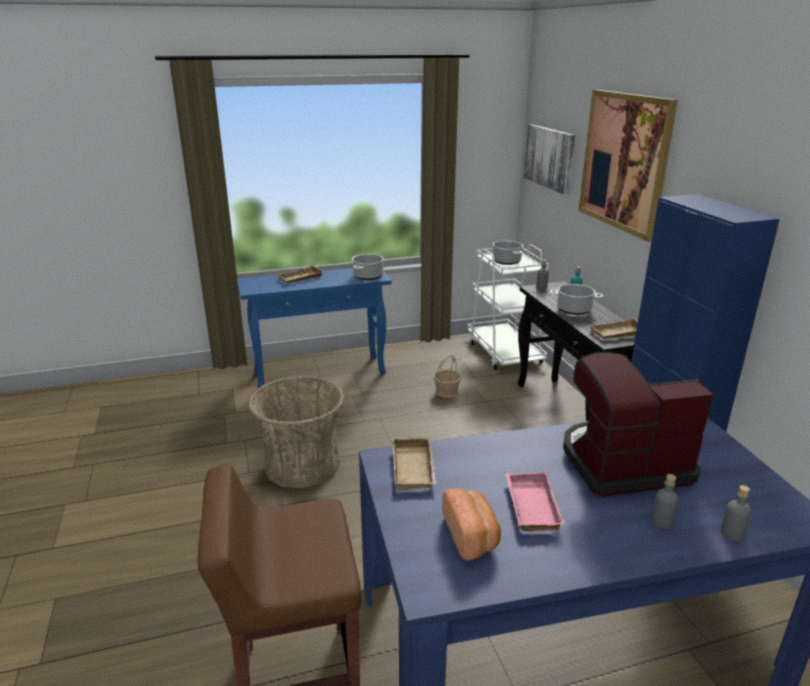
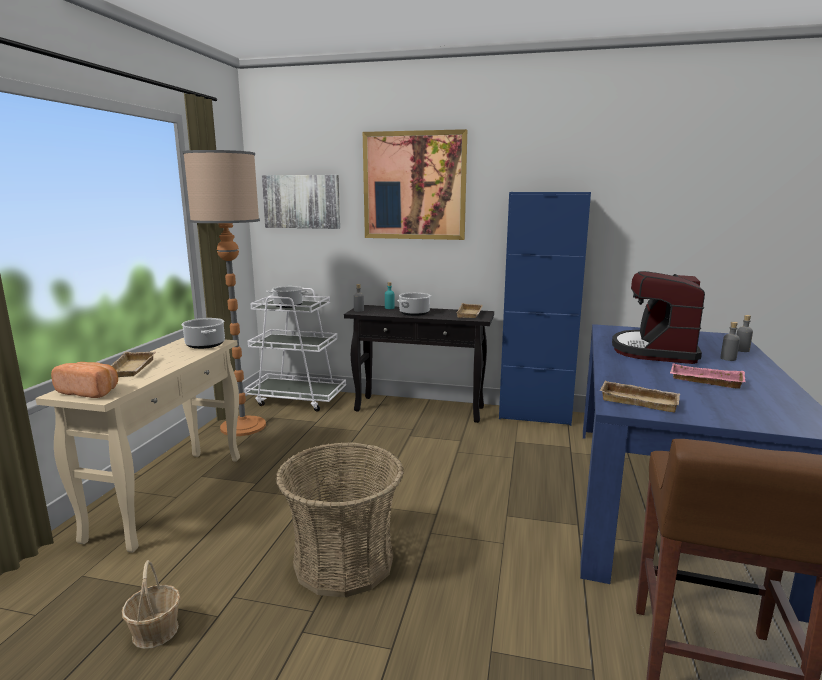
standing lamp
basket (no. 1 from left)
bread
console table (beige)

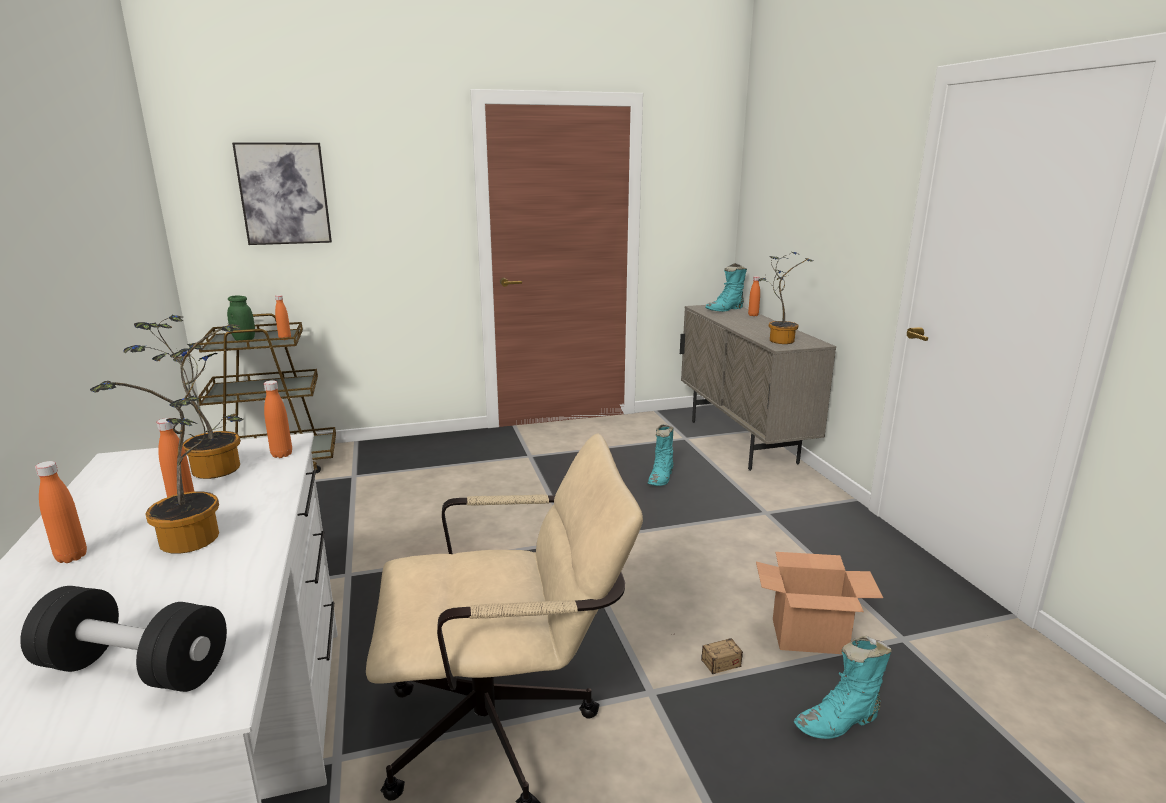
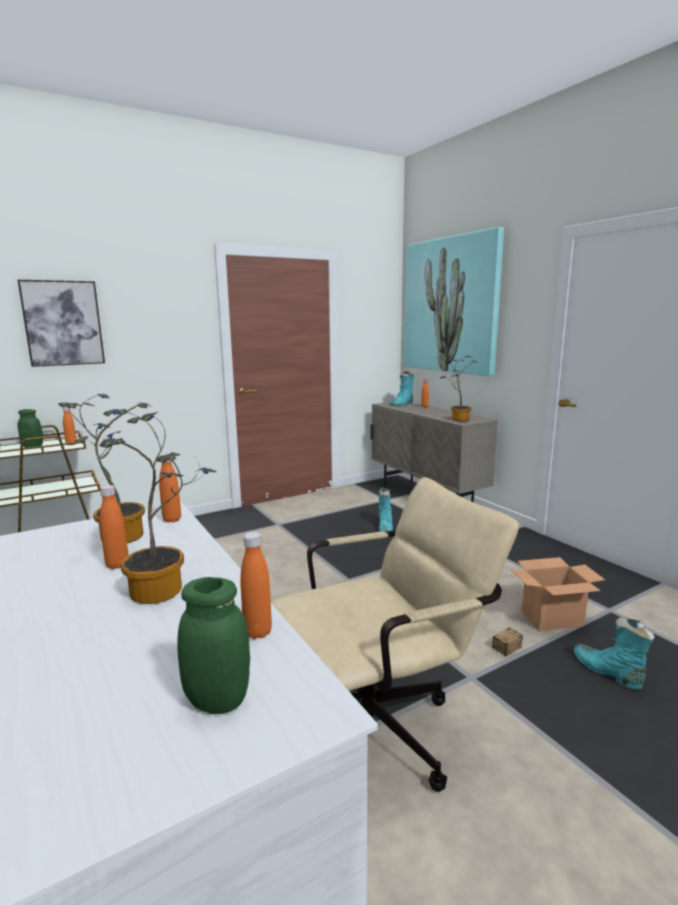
wall picture (no. 2 from left)
bottle (orange-coloured) (no. 4 from left)
preserve jar (green) (no. 2 from left)
boot (turquoise-coloured) (no. 3 from left)

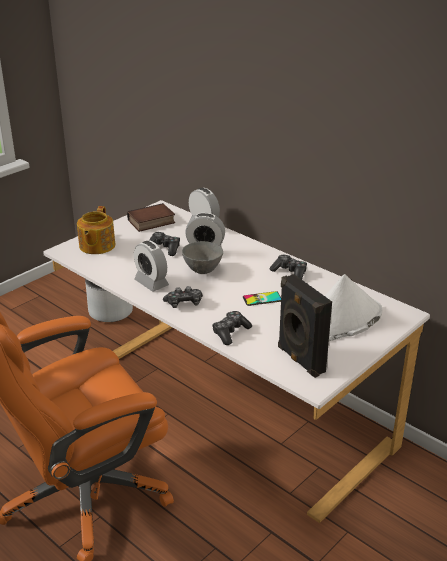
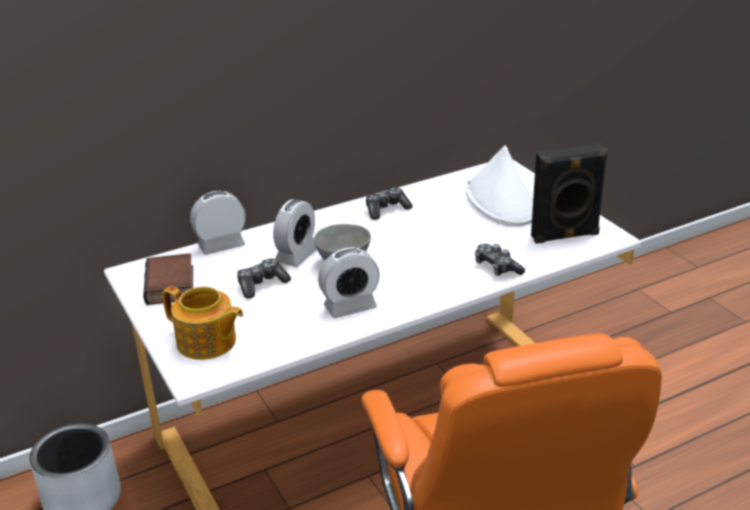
joypad (no. 2 from left in the first image)
handset

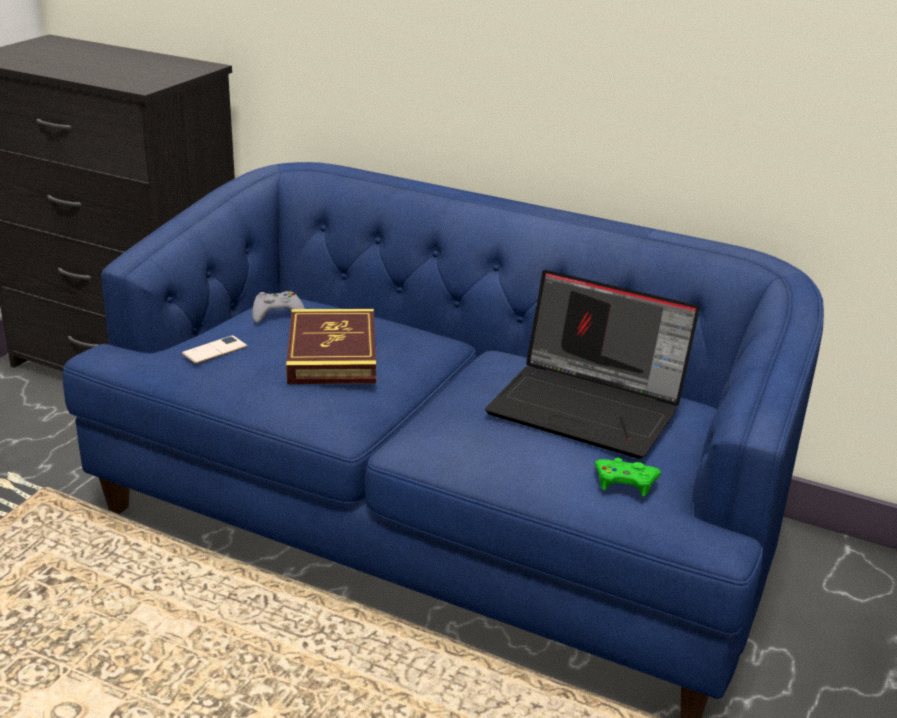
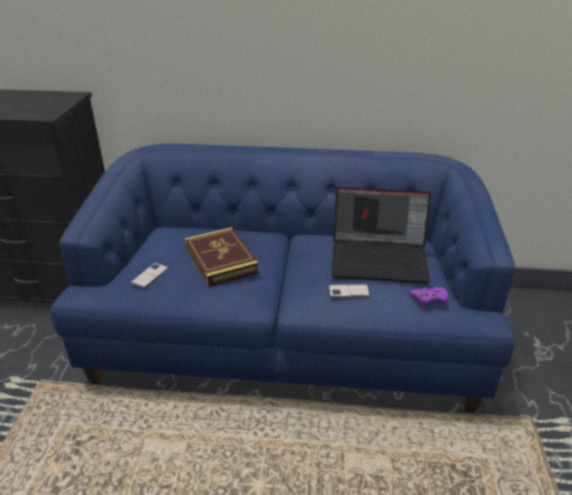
joypad (grey)
handset (no. 2 from left)
joypad (purple-coloured)

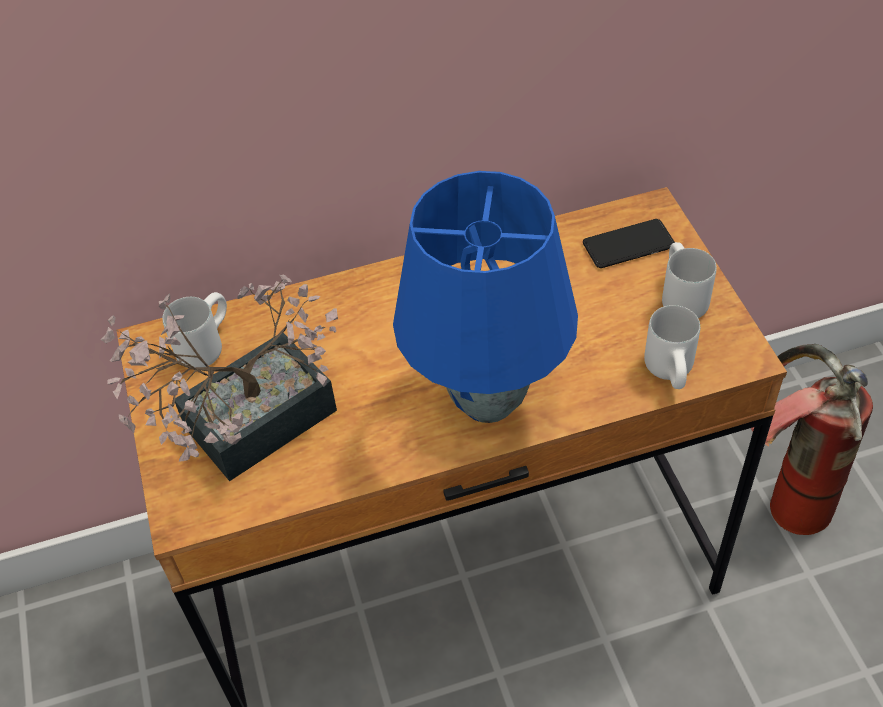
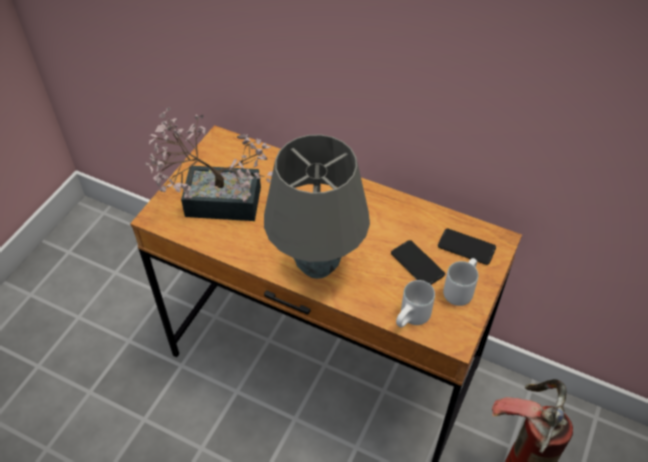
coffee mug (white) (no. 1 from left in the first image)
handset (no. 1 from left)
table lamp (grey)

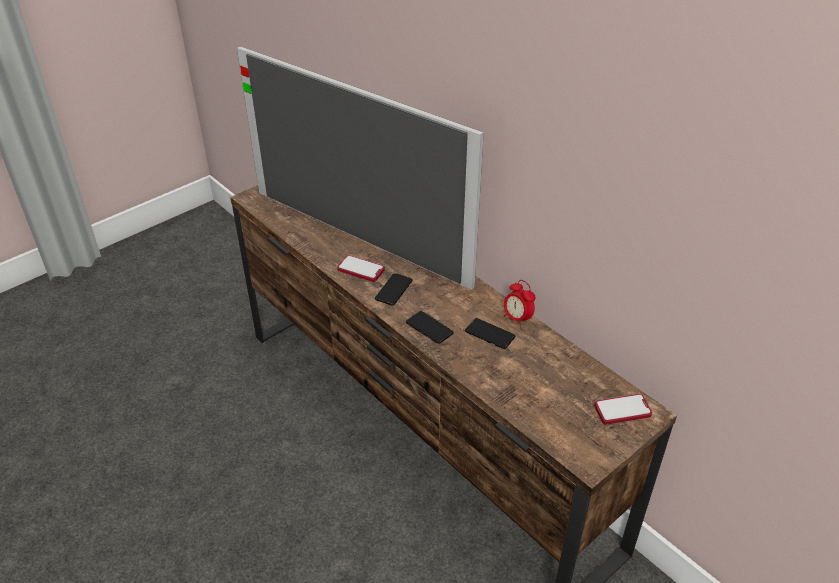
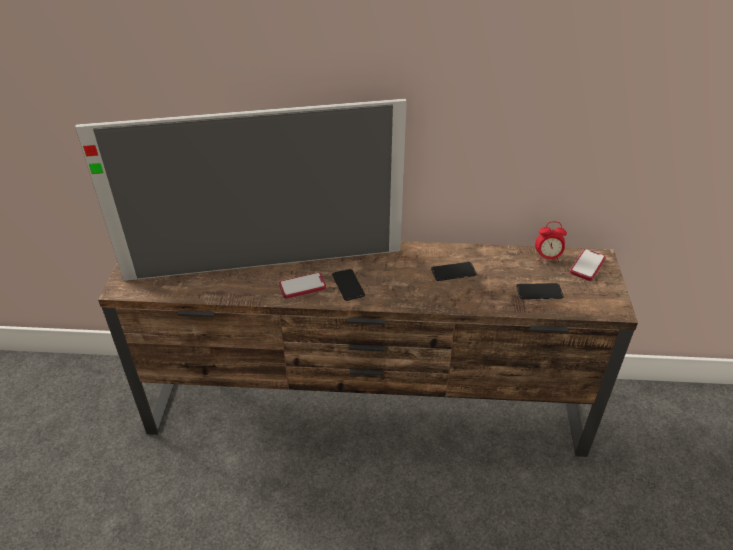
handset (no. 4 from left)
table clock

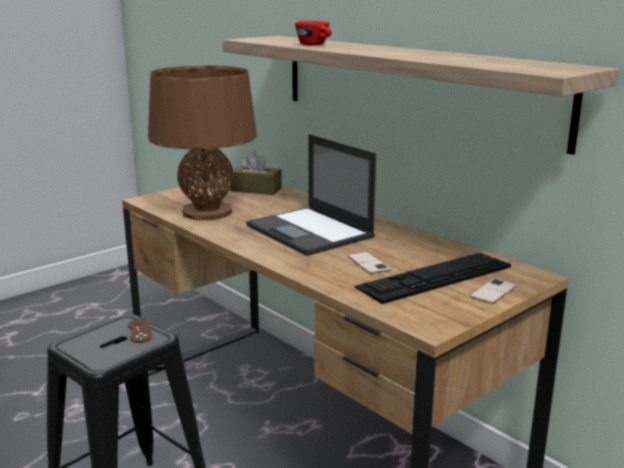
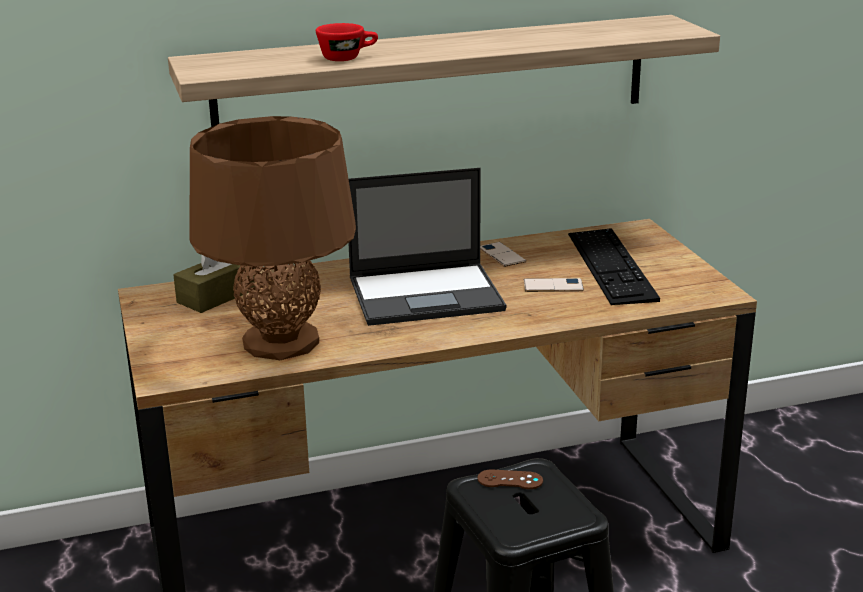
handset (no. 1 from left)

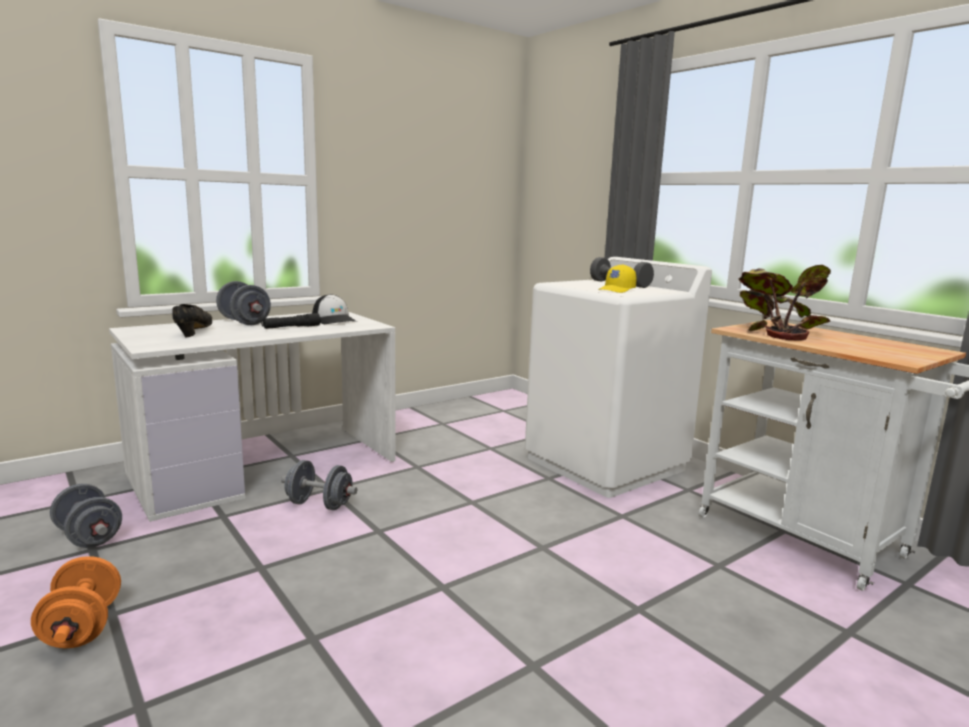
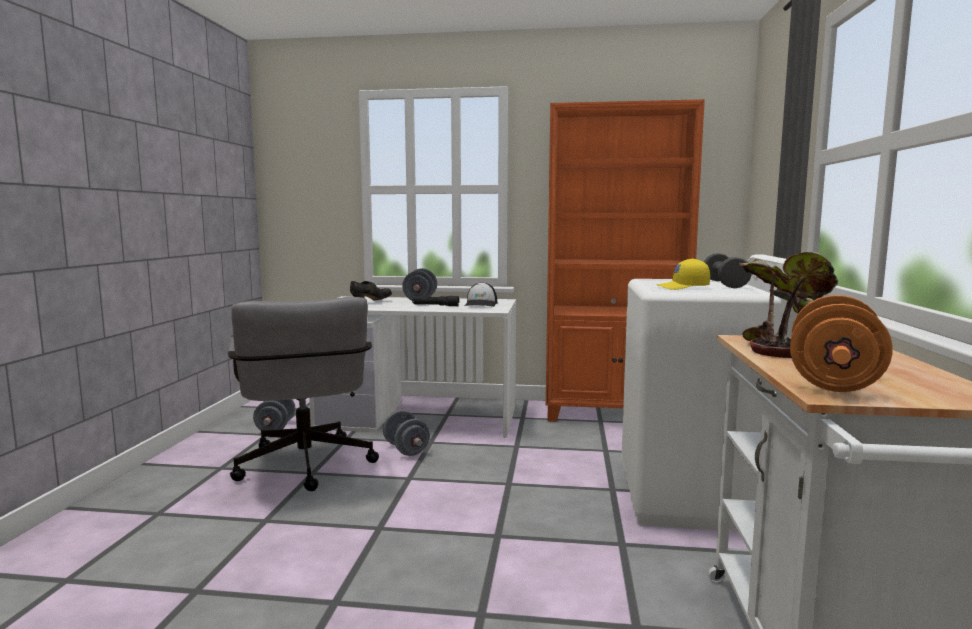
desk chair (grey)
bookshelf (orange-coloured)
hand weight (orange-coloured)

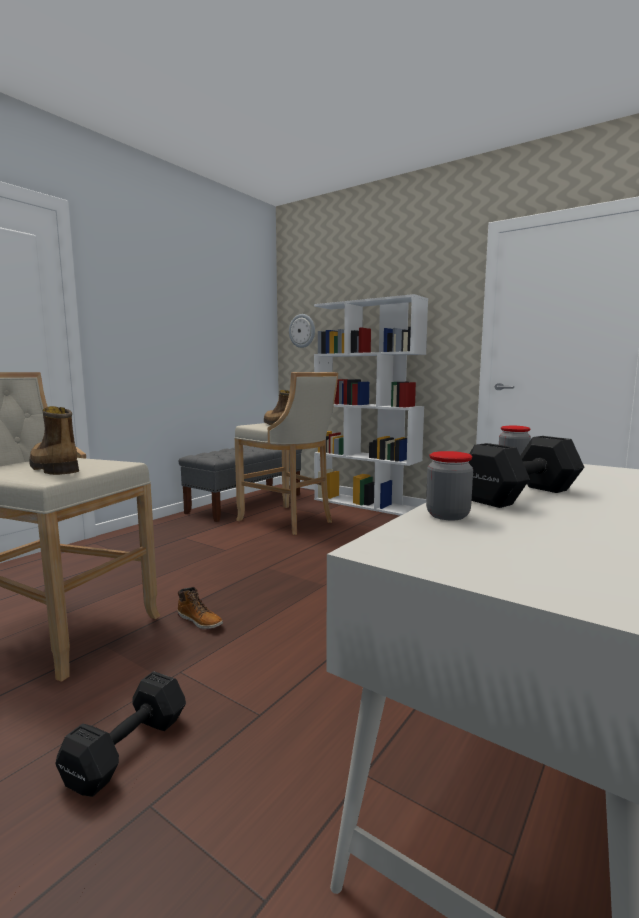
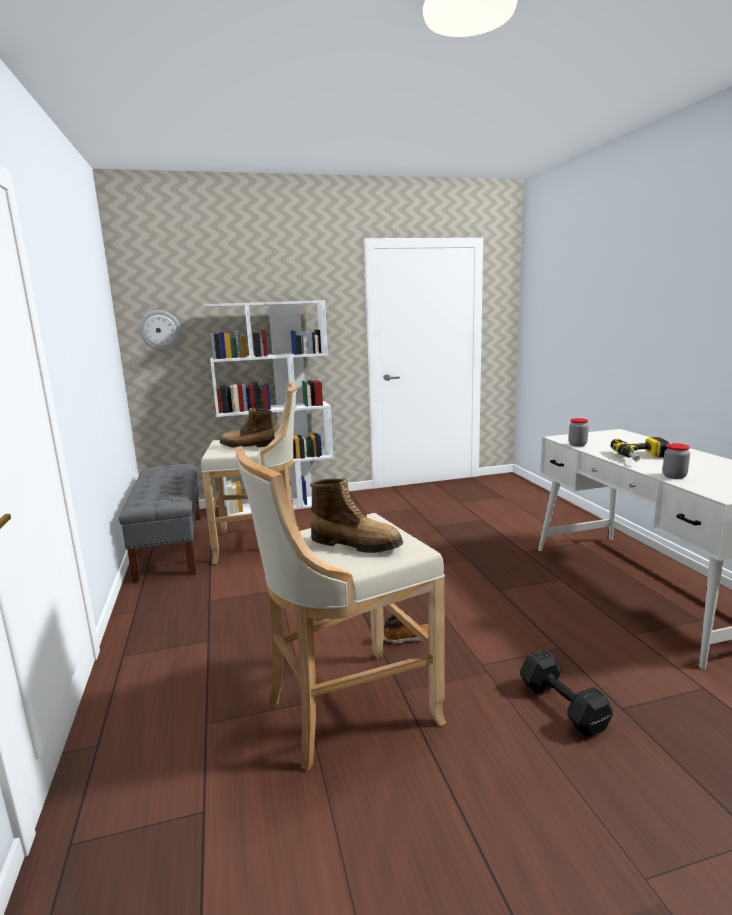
power drill
boot (no. 2 from left)

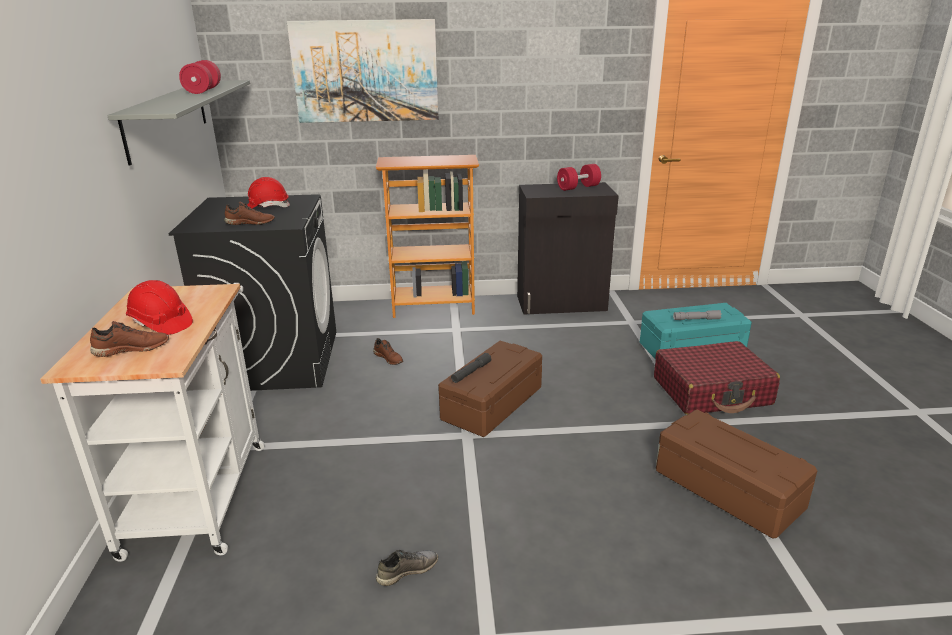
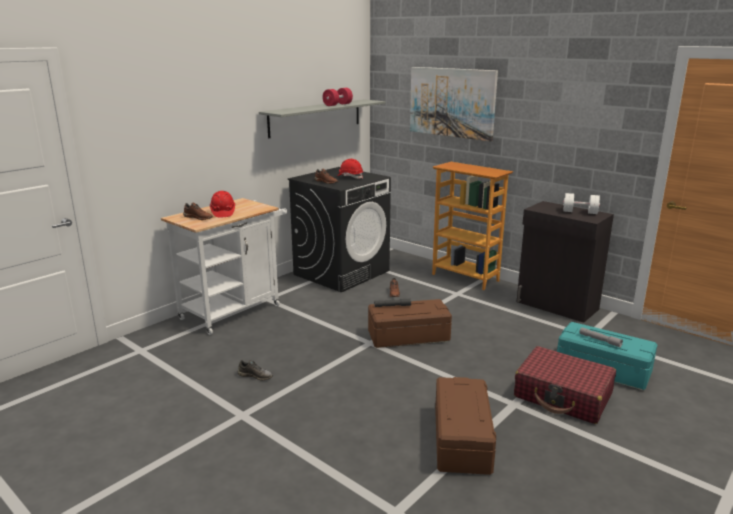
hand weight (white)

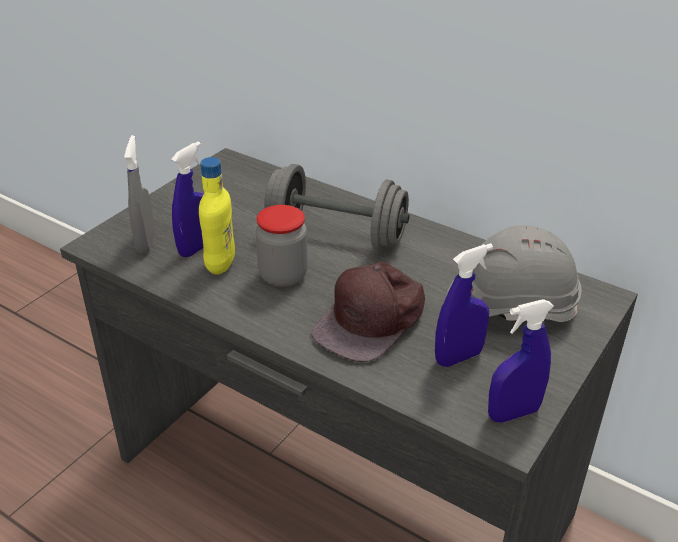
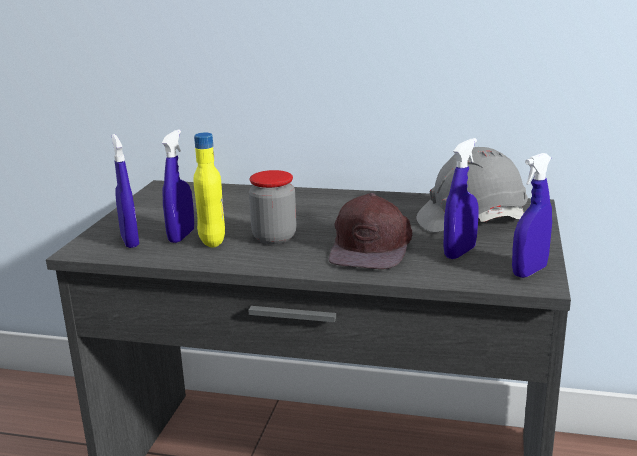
hand weight (grey)
sprayer (blue-coloured) (no. 1 from left)

